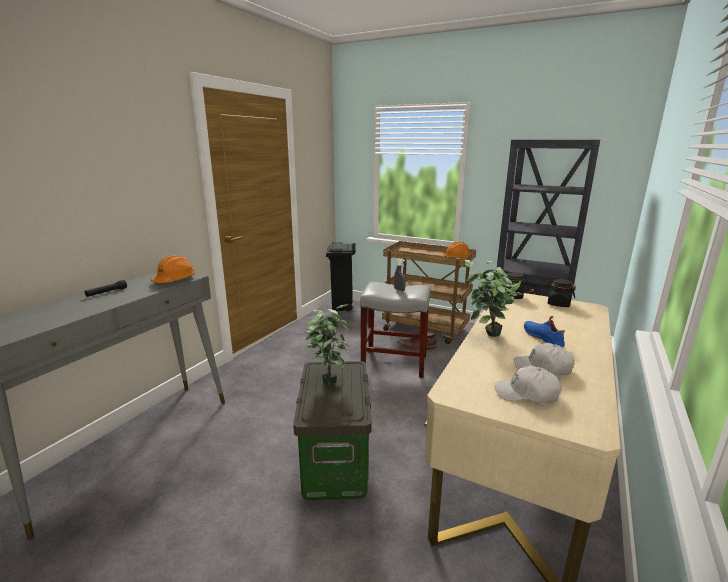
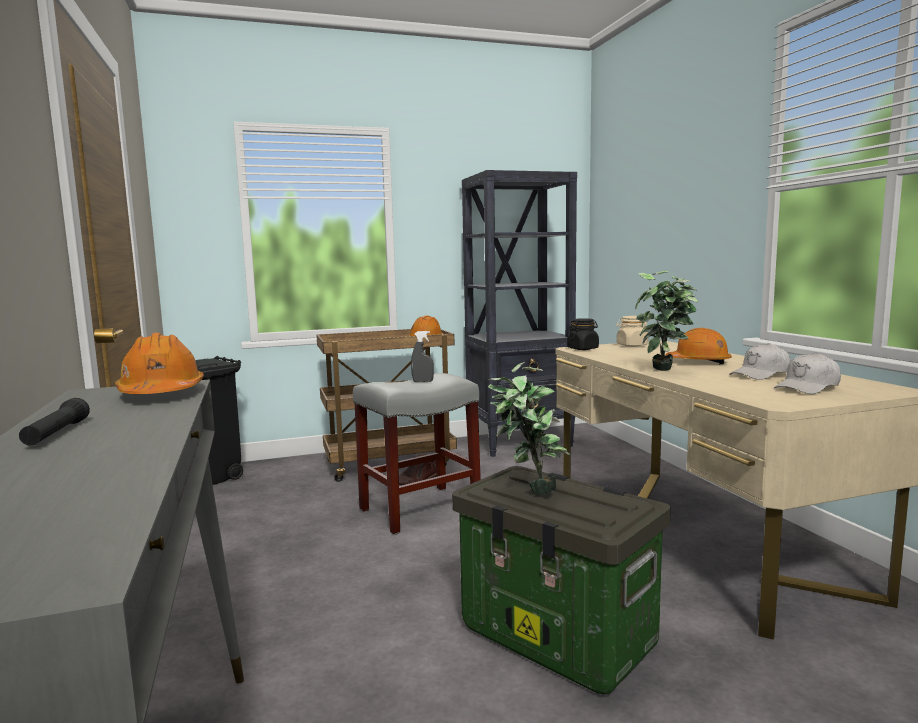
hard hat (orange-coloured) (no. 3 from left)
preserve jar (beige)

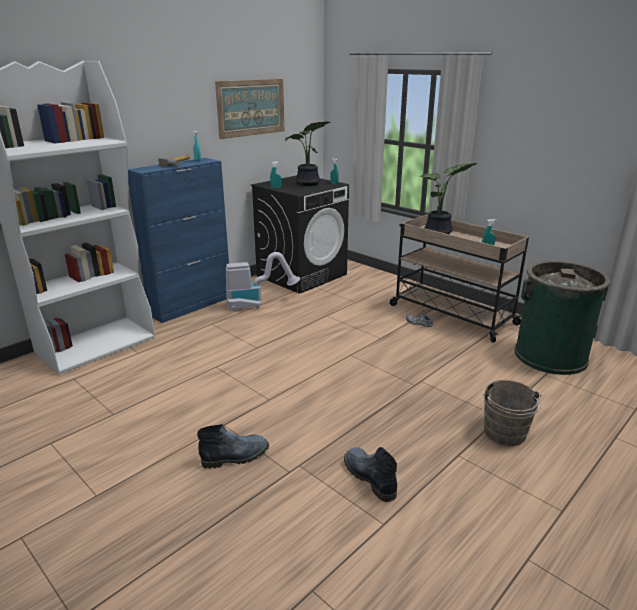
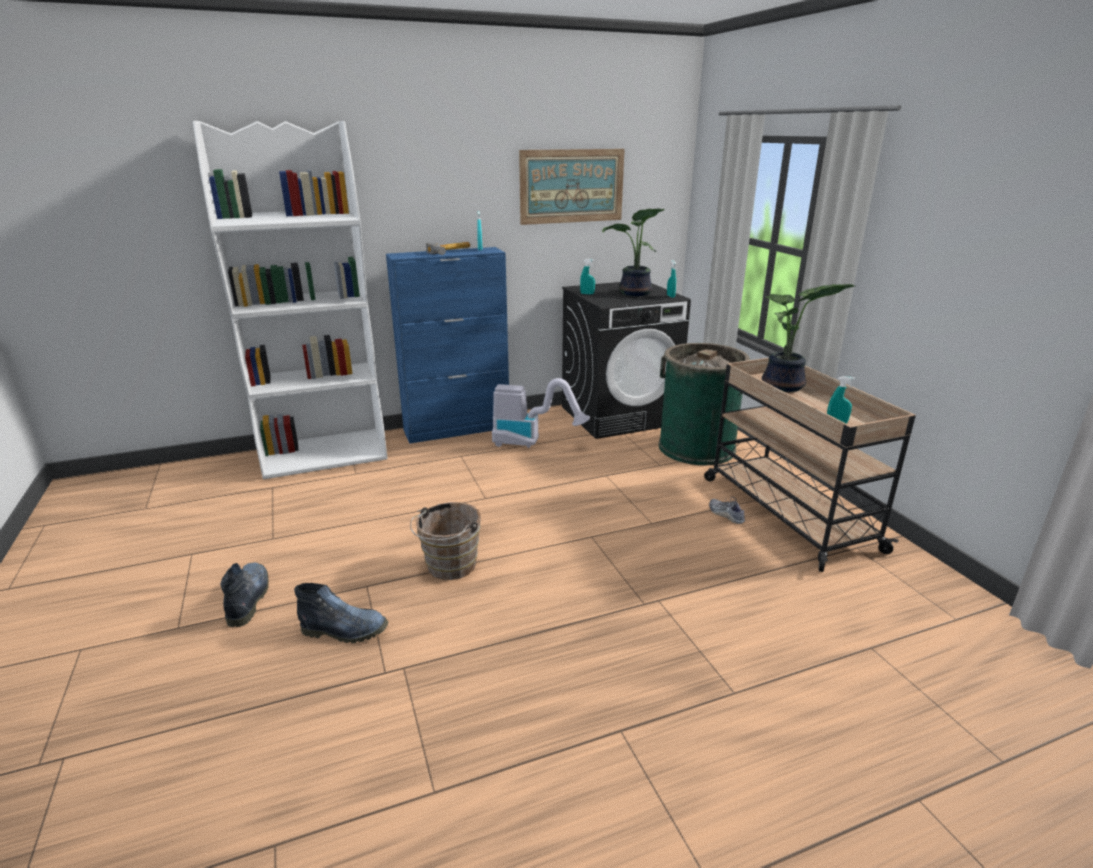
boot (no. 1 from left)
pail (brown-coloured)
rubbish bin (green)

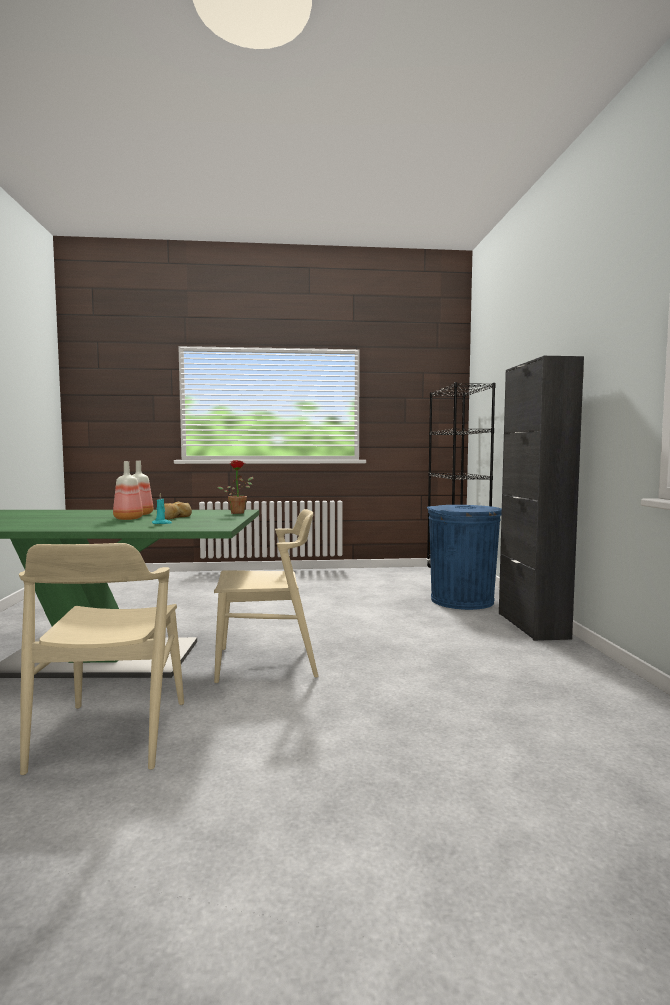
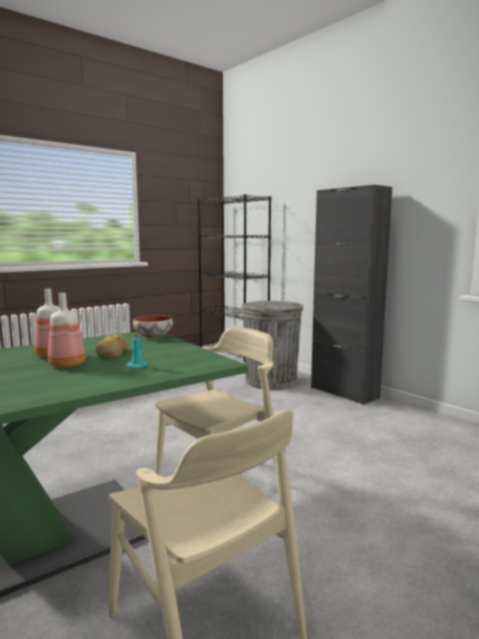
deep dish
rubbish bin (grey)

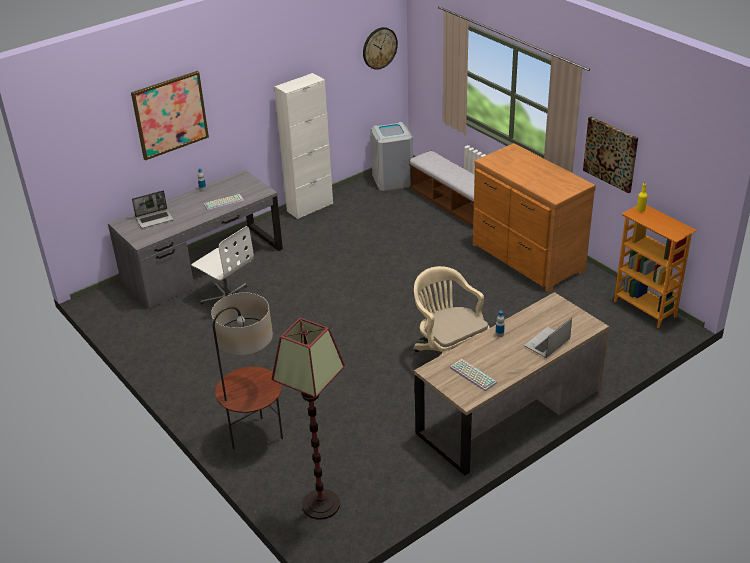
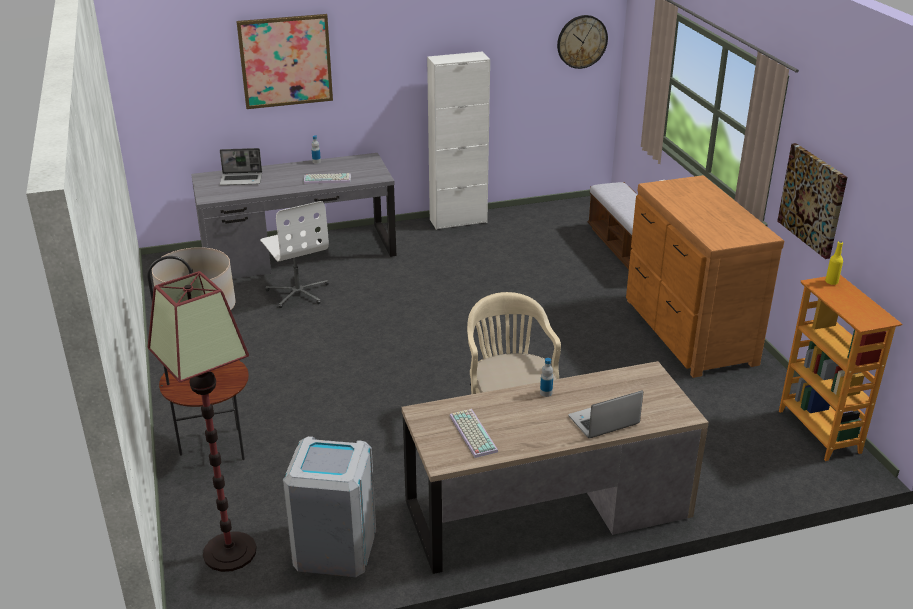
rubbish bin (grey)

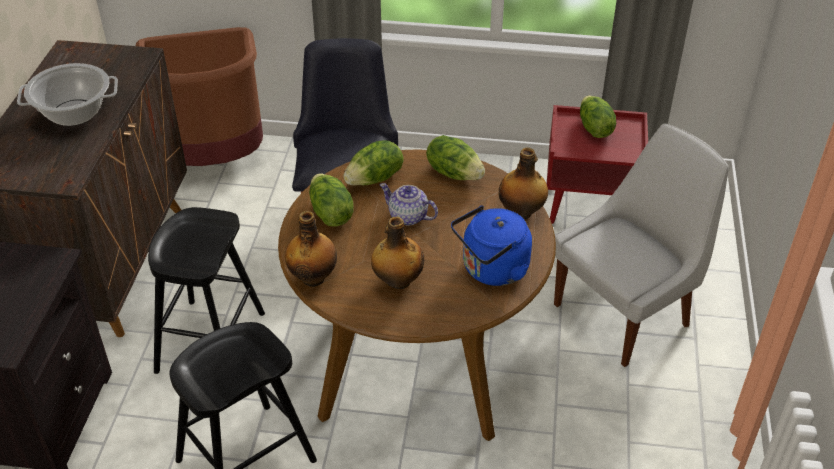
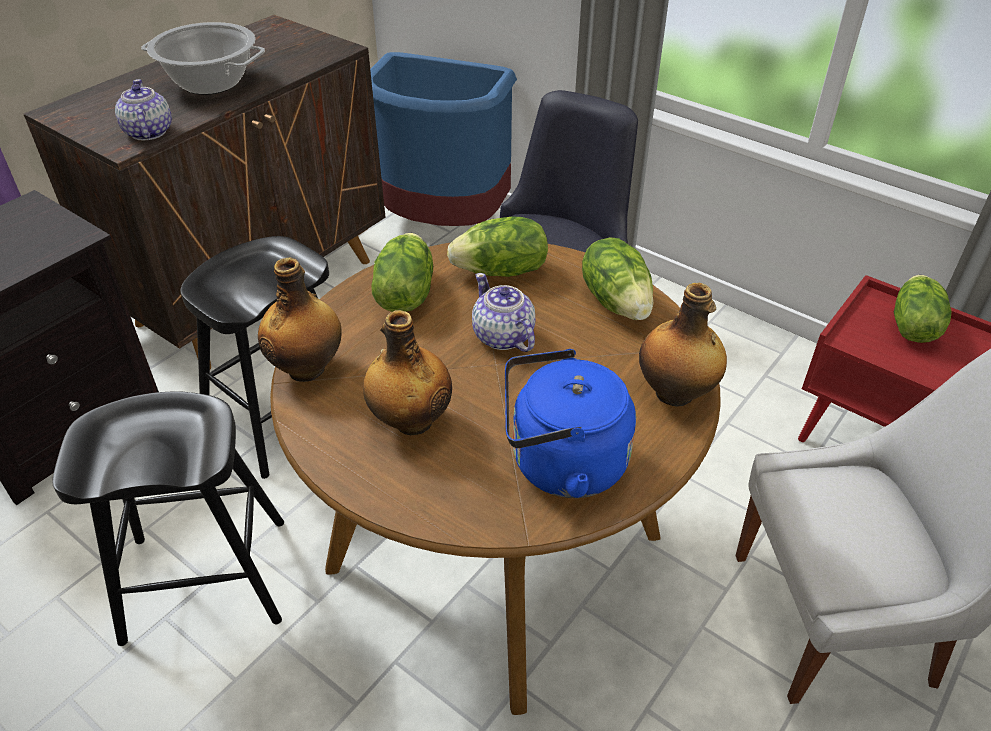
tea pot (no. 1 from left)
rubbish bin (blue-coloured)

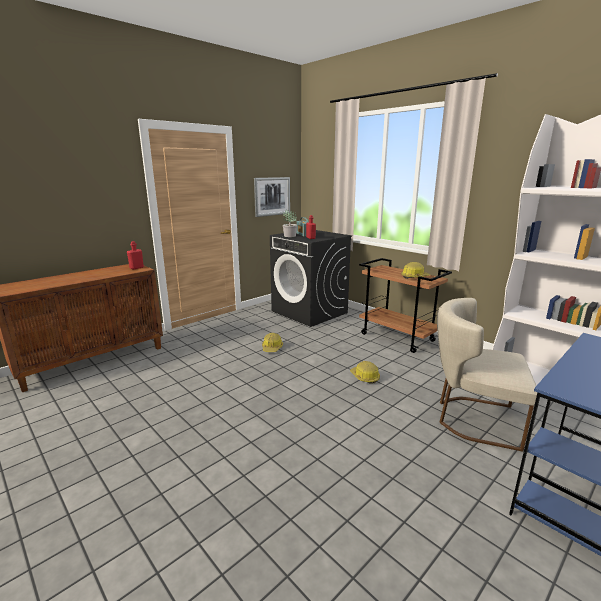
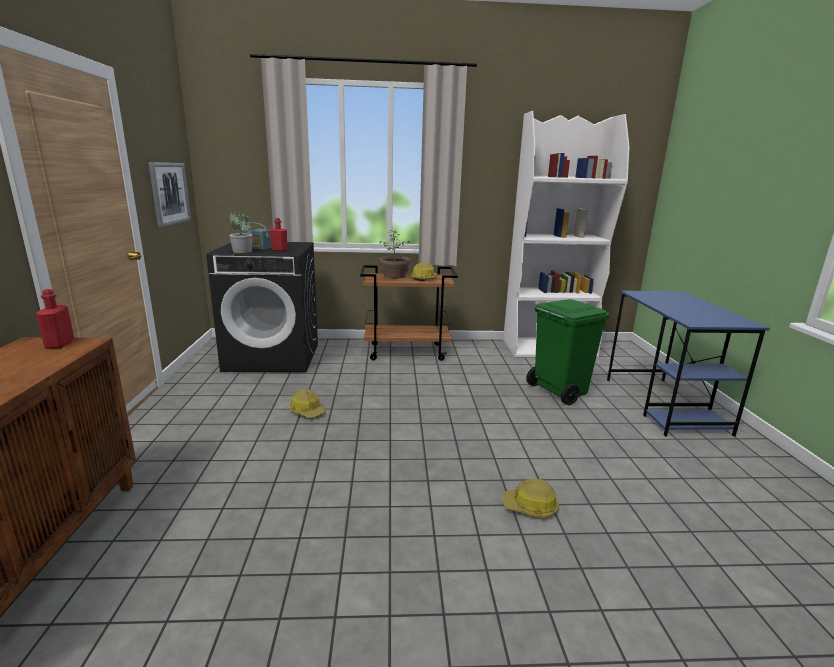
houseplant (no. 2 from left)
hard hat (no. 3 from left)
rubbish bin (green)

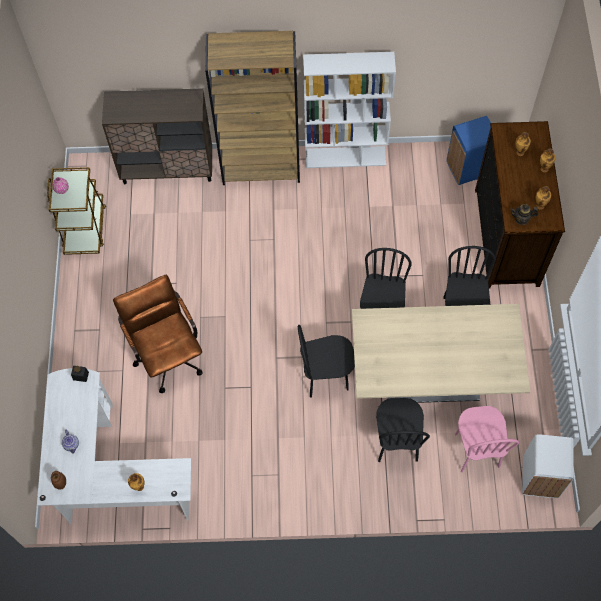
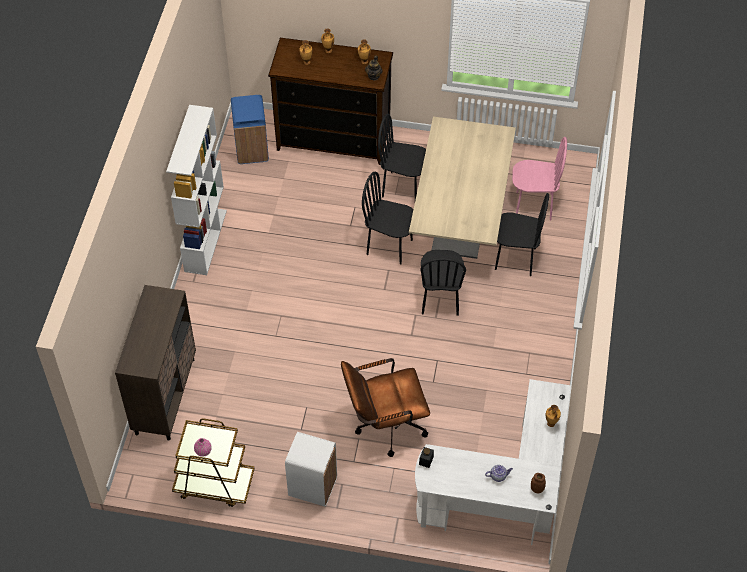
bookshelf (brown-coloured)
rubbish bin (white)

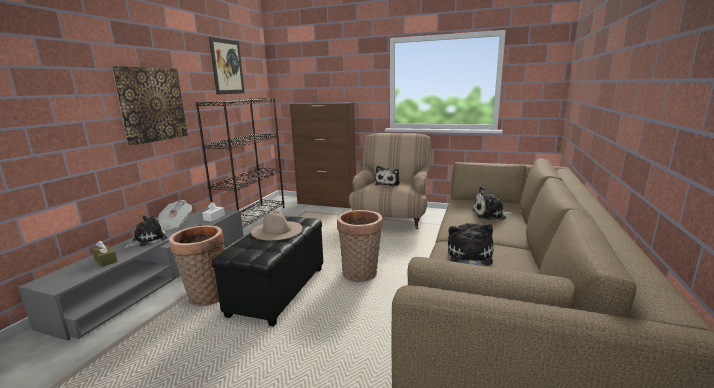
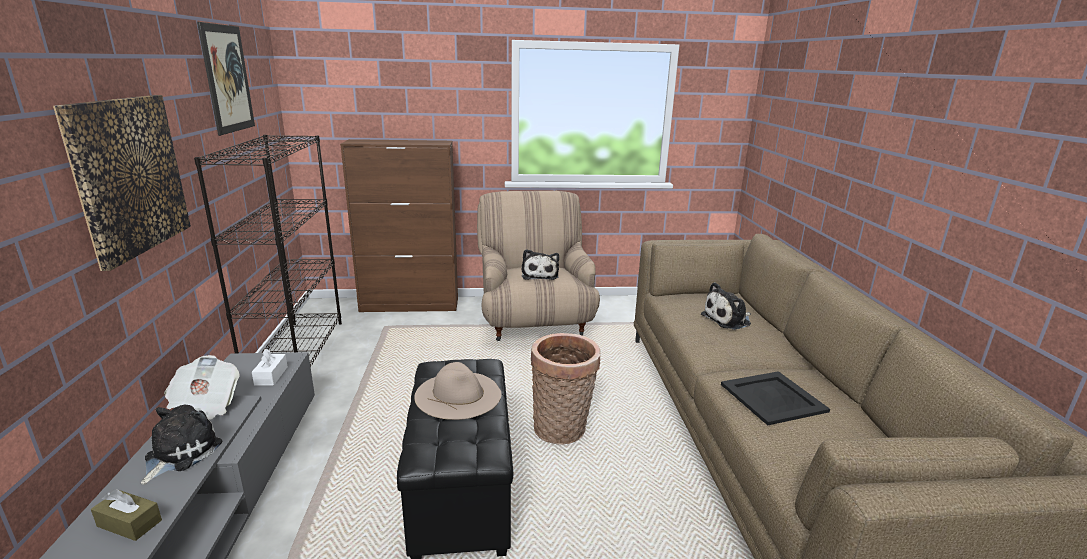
basket (no. 1 from left in the first image)
tray (black-coloured)

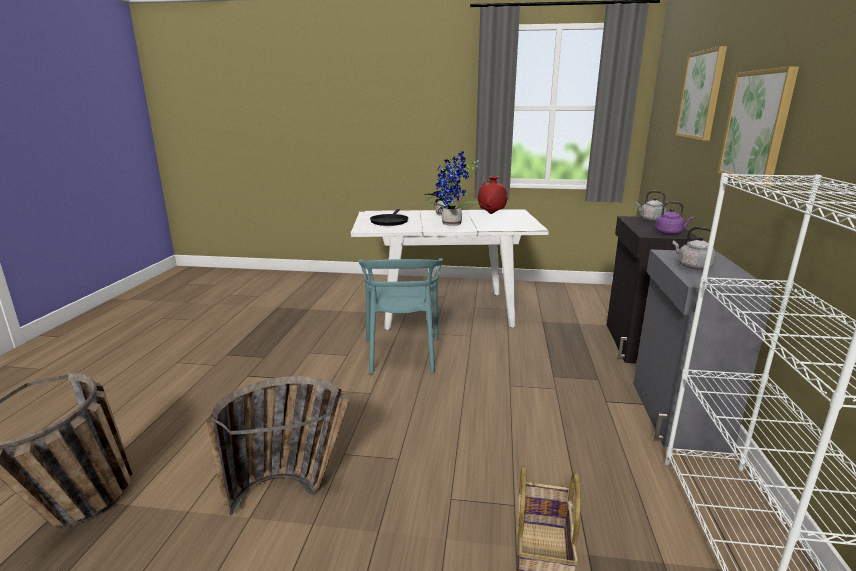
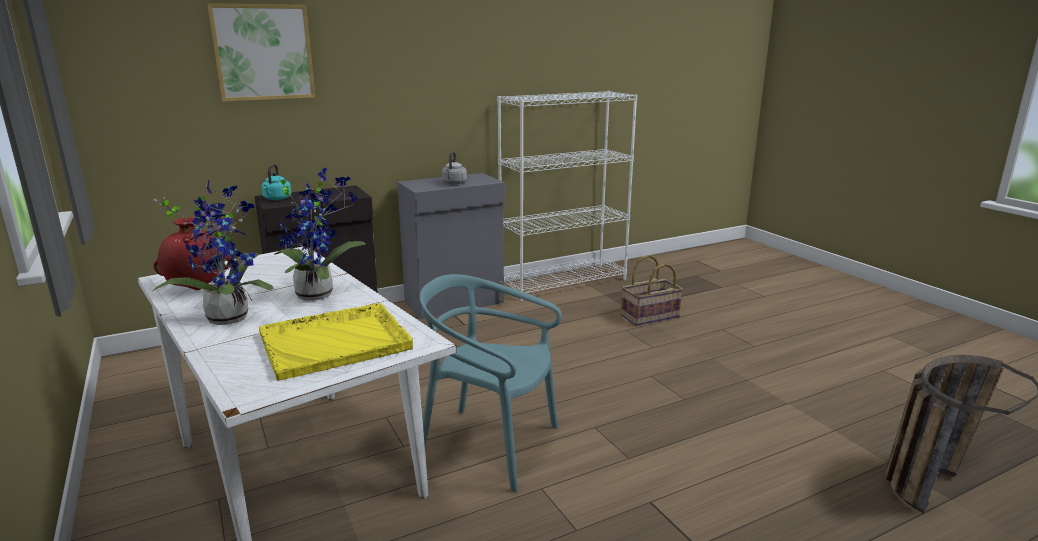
basket (no. 2 from left in the first image)
water kettle (purple-coloured)
wall picture (no. 2 from left in the first image)
tray (yellow-coloured)
water kettle (turquoise-coloured)
plain chair (turquoise-coloured)

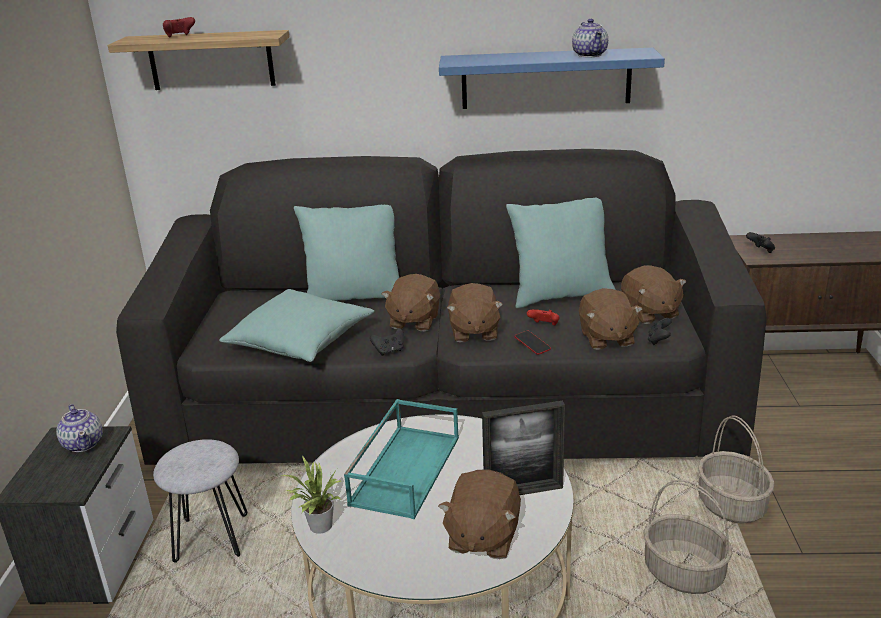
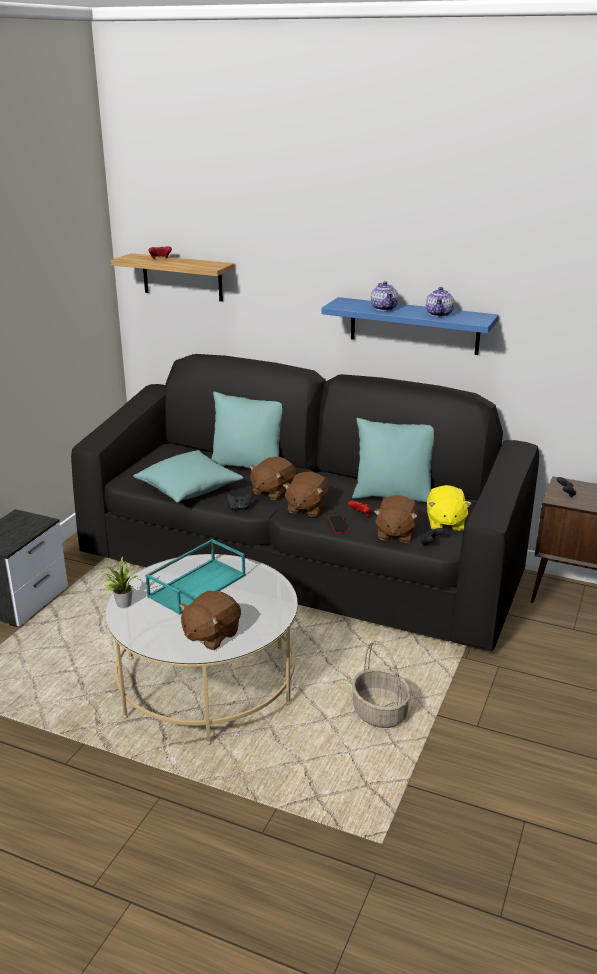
stool (grey)
standing frame
basket (no. 2 from left in the first image)
tea pot (no. 1 from left)
cuddly toy (yellow-coloured)

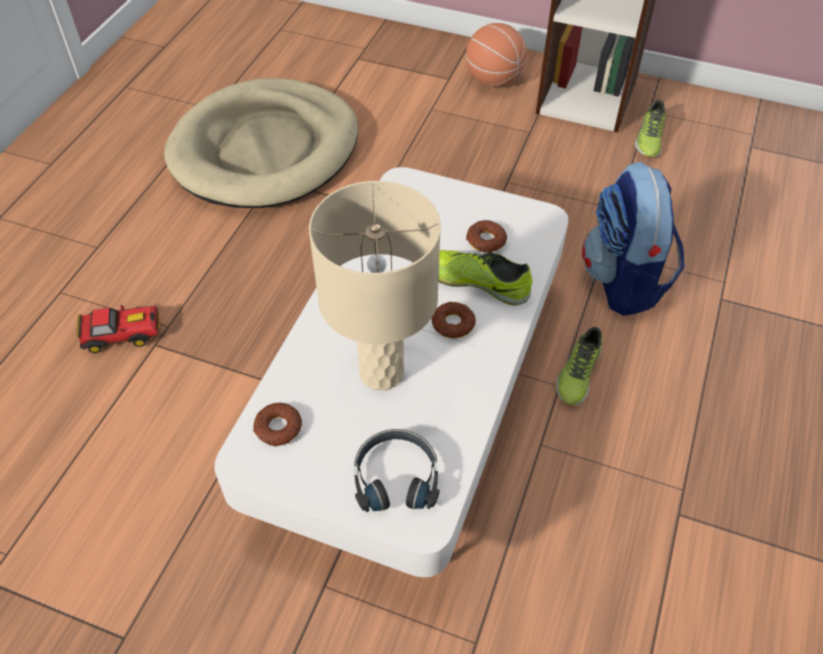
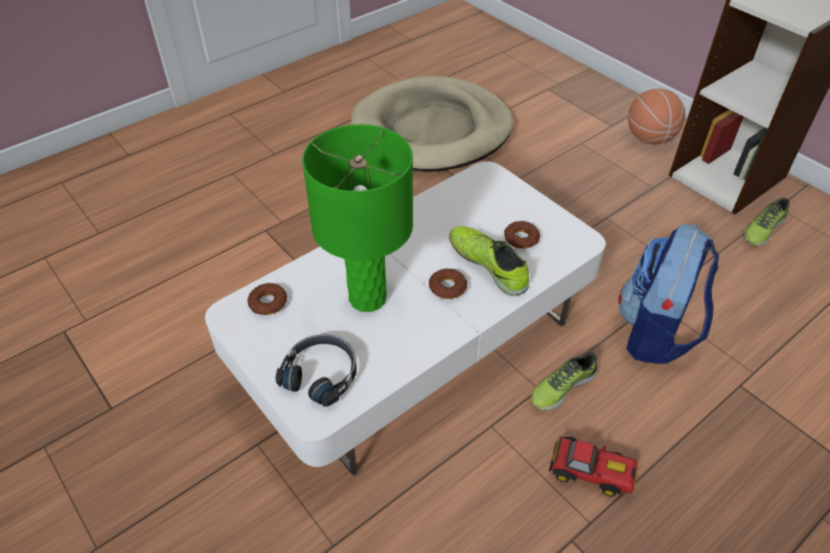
model car
table lamp (green)

